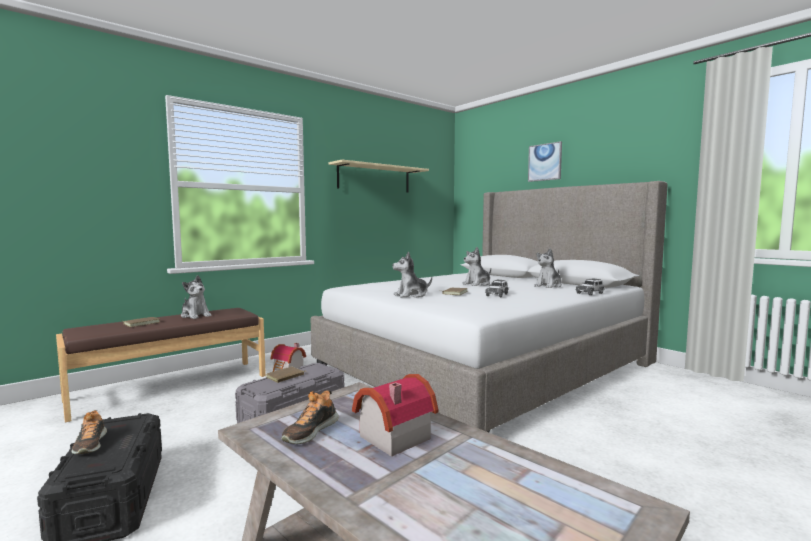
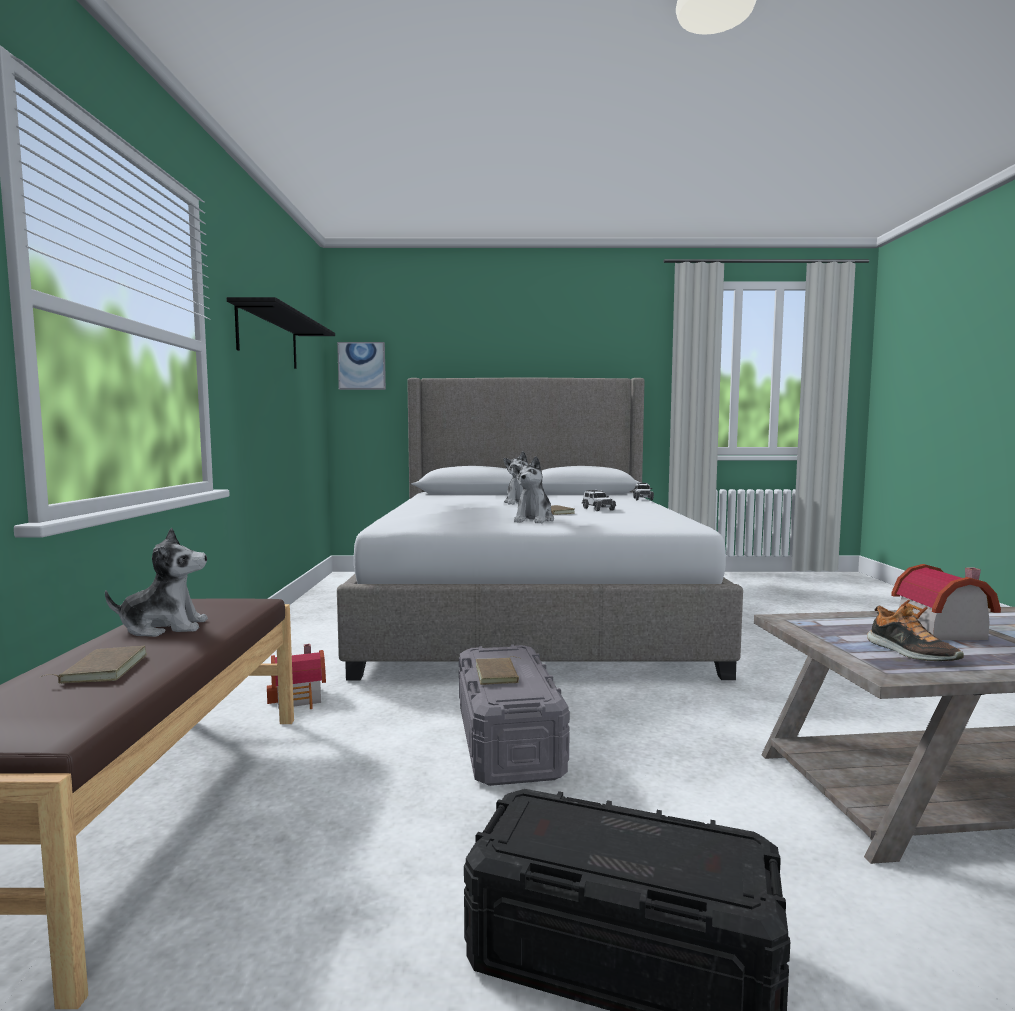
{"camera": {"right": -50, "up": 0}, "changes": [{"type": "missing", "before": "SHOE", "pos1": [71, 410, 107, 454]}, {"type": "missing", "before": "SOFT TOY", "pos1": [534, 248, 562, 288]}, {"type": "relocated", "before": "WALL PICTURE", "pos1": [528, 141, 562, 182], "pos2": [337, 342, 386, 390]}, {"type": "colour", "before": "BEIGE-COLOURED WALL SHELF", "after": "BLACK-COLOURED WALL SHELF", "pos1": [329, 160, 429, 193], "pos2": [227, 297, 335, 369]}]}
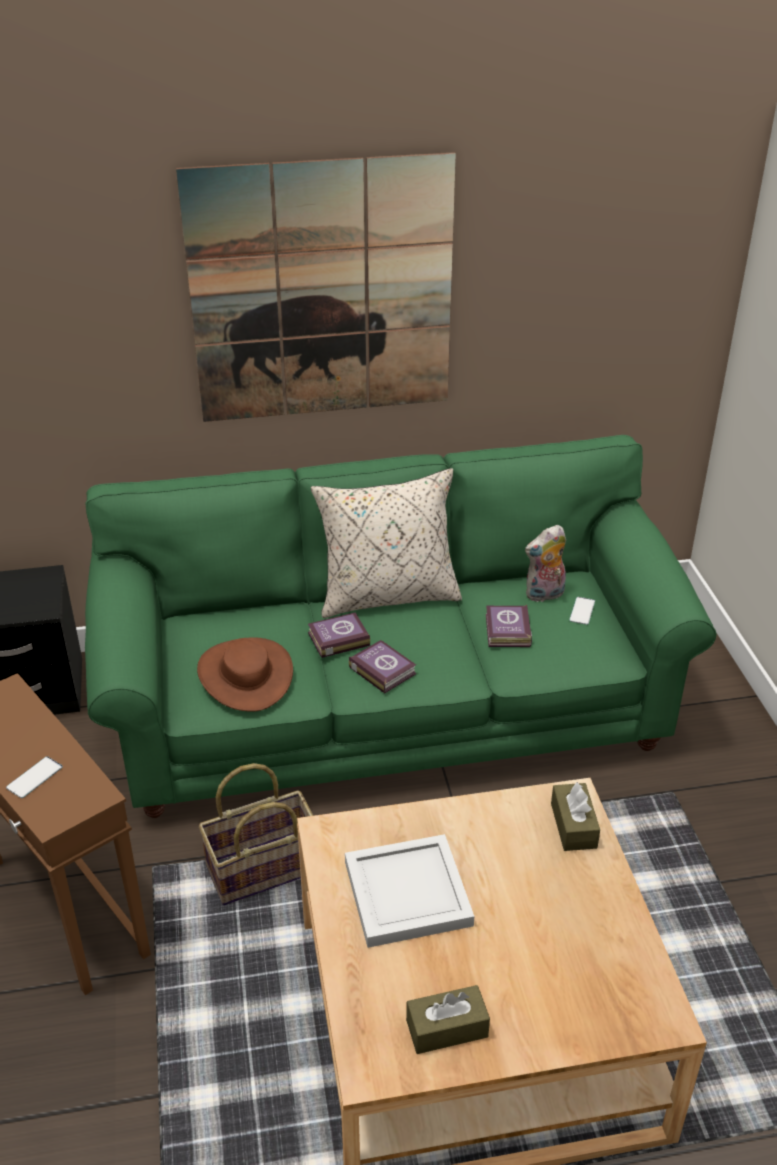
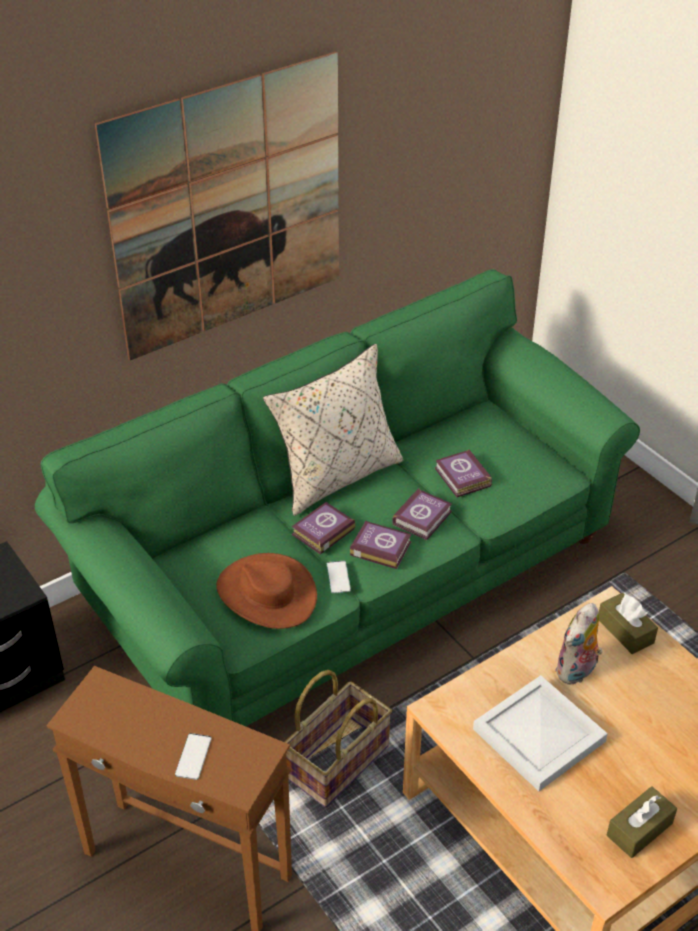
{"camera": {"right": -25, "up": 5}, "changes": [{"type": "appeared", "after": "BOUND BOOK", "pos2": [392, 488, 452, 540]}, {"type": "relocated", "before": "SOFT TOY", "pos1": [525, 525, 566, 602], "pos2": [555, 603, 602, 685]}, {"type": "relocated", "before": "HANDSET", "pos1": [569, 597, 595, 625], "pos2": [327, 561, 351, 593]}]}
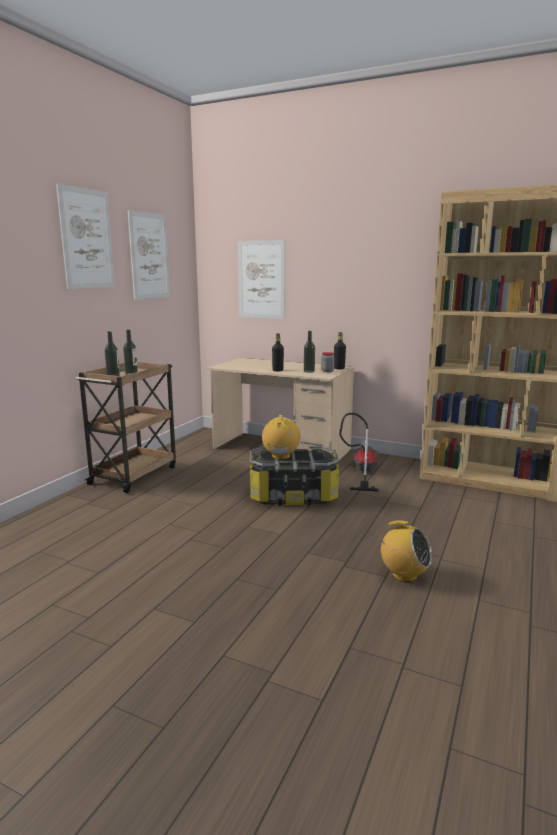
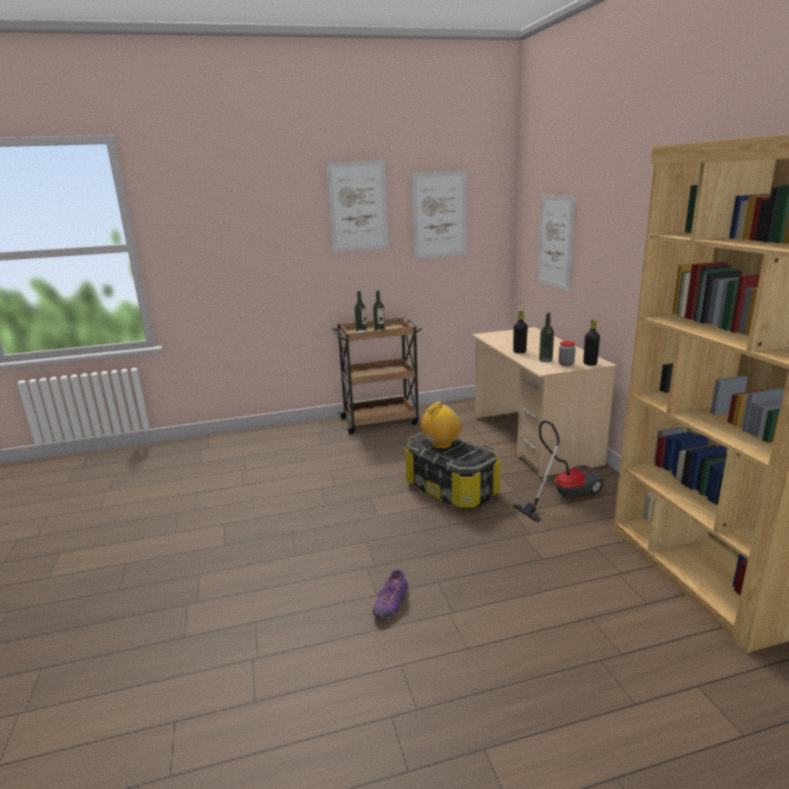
{"camera": {"right": 50, "up": 5}, "changes": [{"type": "exchanged", "before": "RADIO SET", "after": "PURPLISH SHOE", "pos1": [377, 521, 432, 582], "pos2": [373, 570, 408, 619]}]}
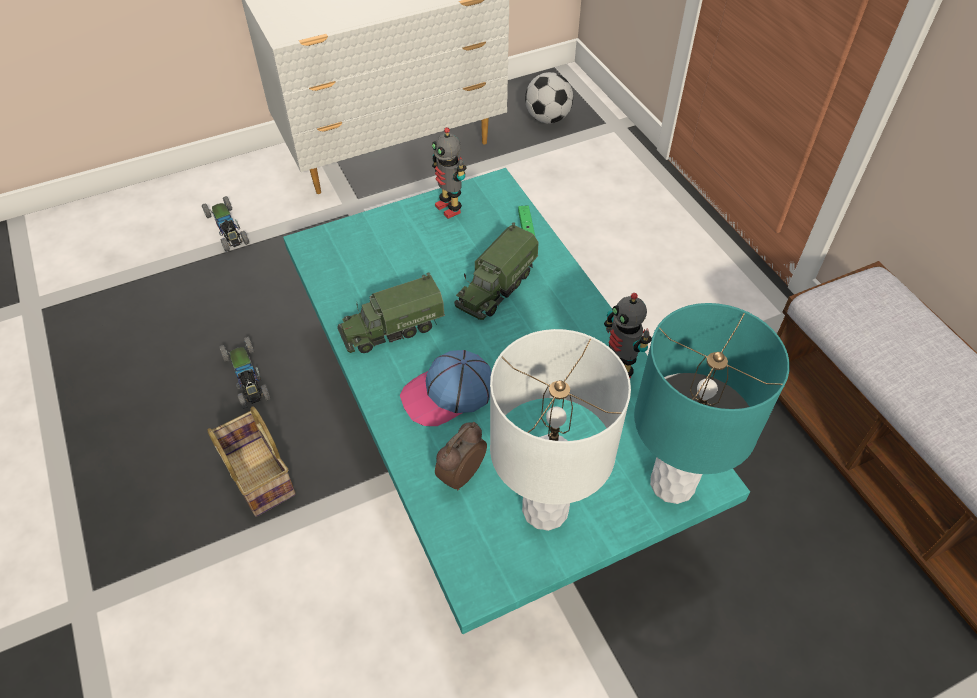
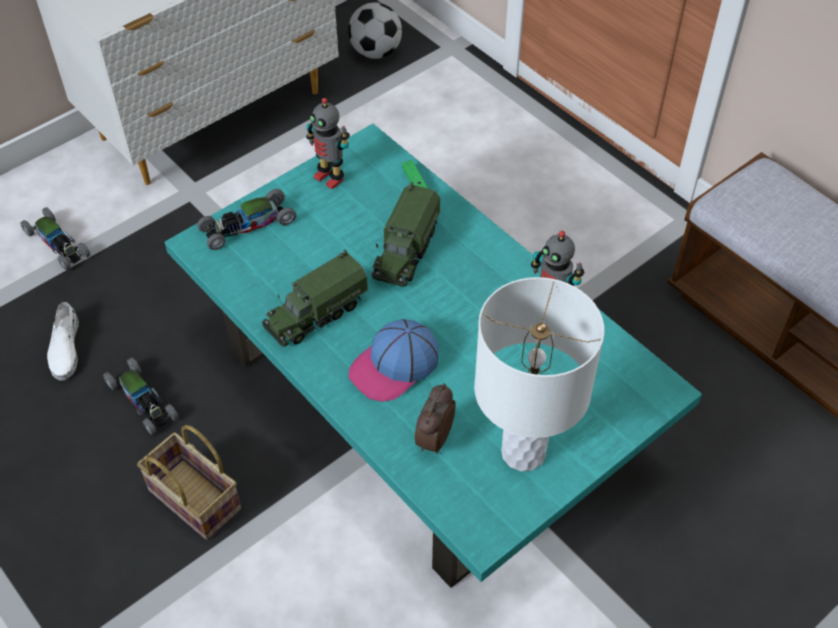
{"camera": {"right": -15, "up": 0}, "changes": [{"type": "missing", "before": "TURQUOISE LAMP FOR A TABLE", "pos1": [634, 303, 790, 504]}, {"type": "appeared", "after": "WHITE SHOE", "pos2": [47, 302, 79, 381]}, {"type": "appeared", "after": "MINIATURE CAR", "pos2": [197, 189, 296, 250]}]}
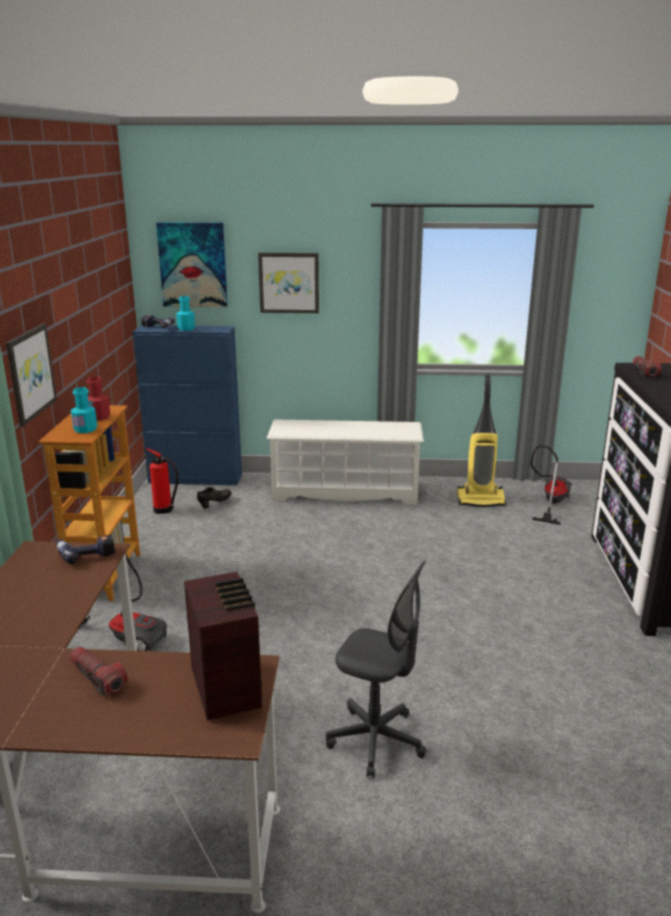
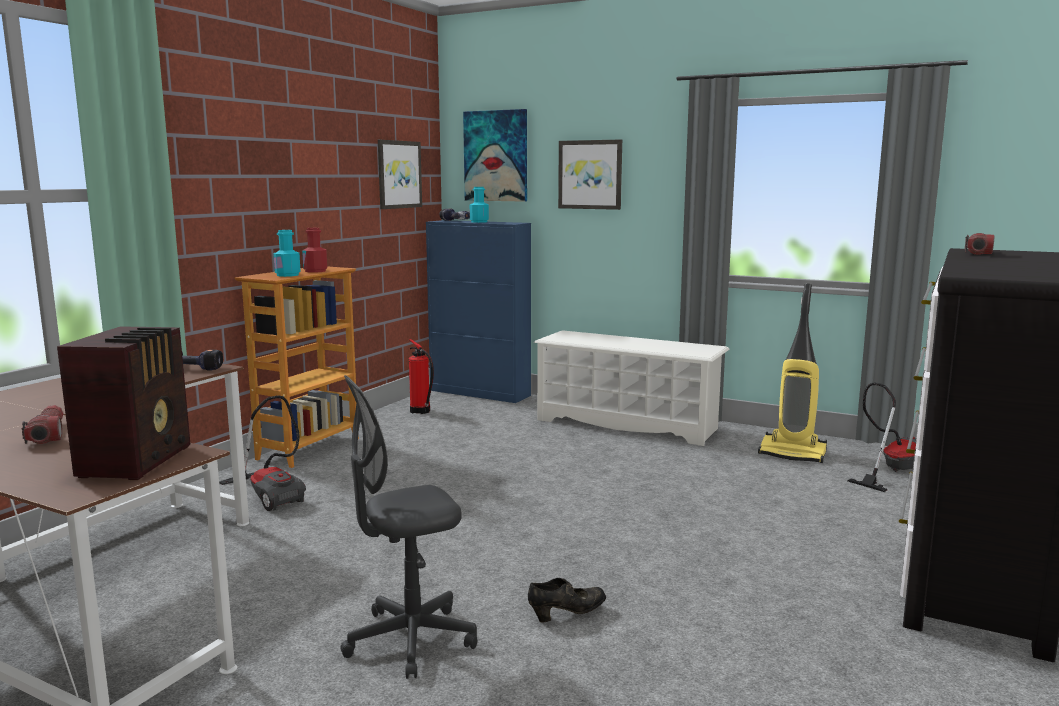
{"camera": {"right": 25, "up": -10}, "changes": [{"type": "relocated", "before": "WALL PICTURE", "pos1": [6, 323, 57, 427], "pos2": [378, 140, 422, 209]}, {"type": "relocated", "before": "BLACK-COLOURED SHOE", "pos1": [197, 487, 231, 509], "pos2": [528, 578, 606, 622]}, {"type": "spun", "before": "GREY COMPUTER CHAIR", "pos1": [326, 560, 427, 778], "pos2": [340, 375, 477, 679], "turn": 105}]}
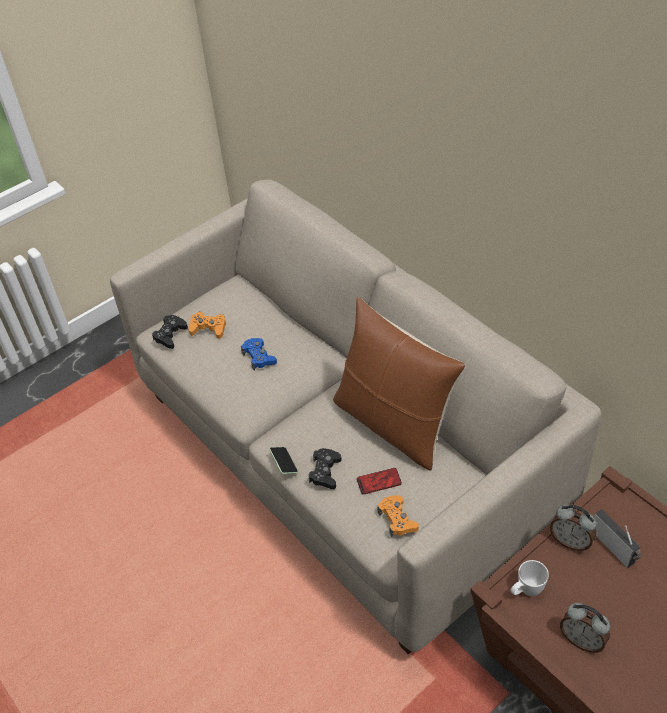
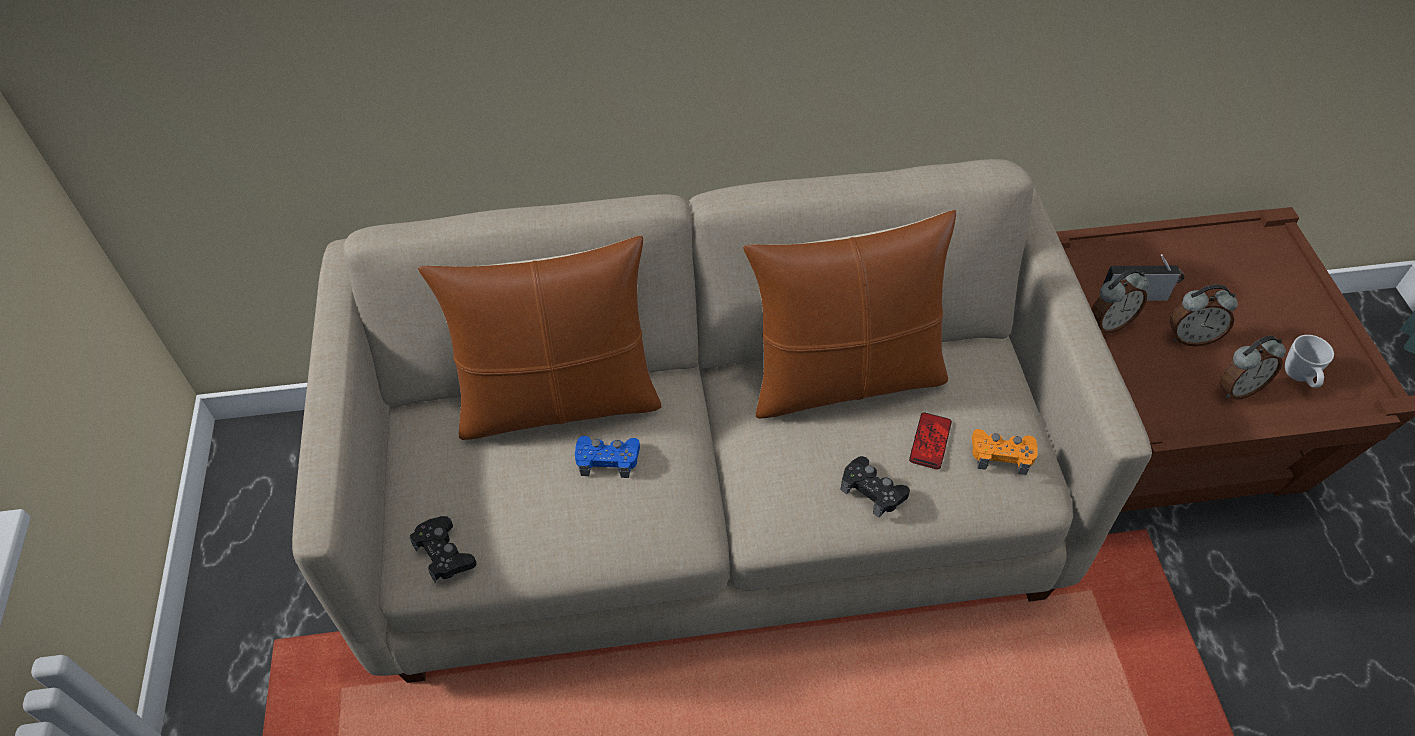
{"camera": {"right": -60, "up": 5}, "changes": [{"type": "missing", "before": "ORANGEY GAME CONTROLLER", "pos1": [189, 312, 226, 339]}, {"type": "missing", "before": "HANDSET", "pos1": [269, 447, 298, 474]}, {"type": "appeared", "after": "BROWNISH CUSHION", "pos2": [418, 235, 662, 440]}, {"type": "appeared", "after": "BEDSIDE CLOCK", "pos2": [1170, 284, 1238, 346]}, {"type": "relocated", "before": "WHITE TEA MUG", "pos1": [510, 560, 549, 596], "pos2": [1285, 335, 1334, 388]}]}
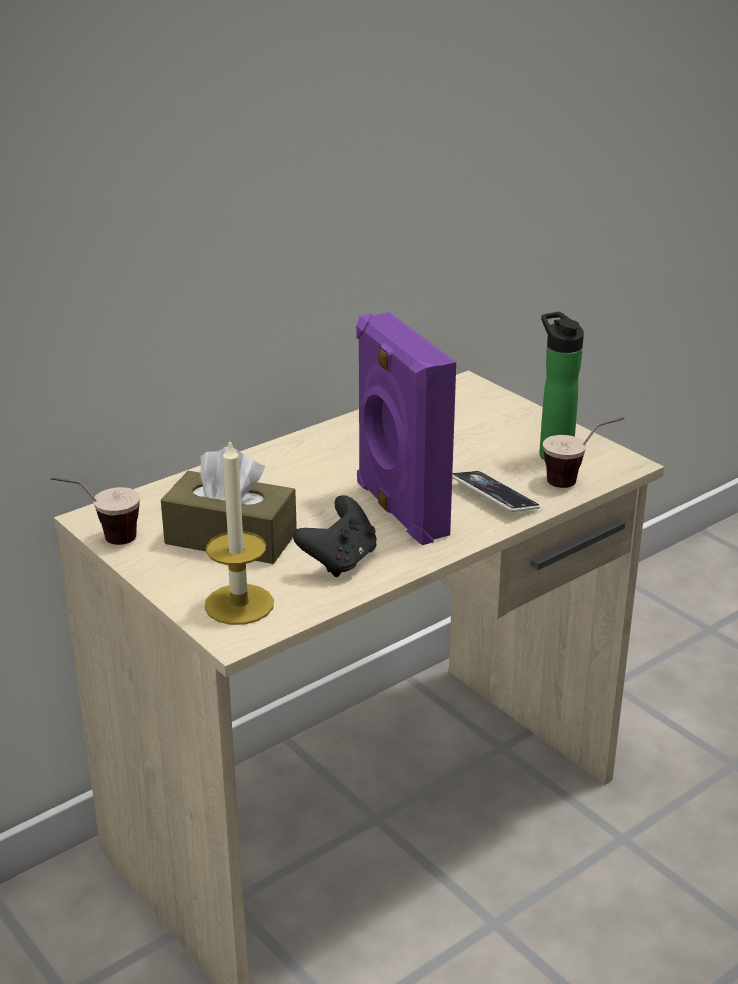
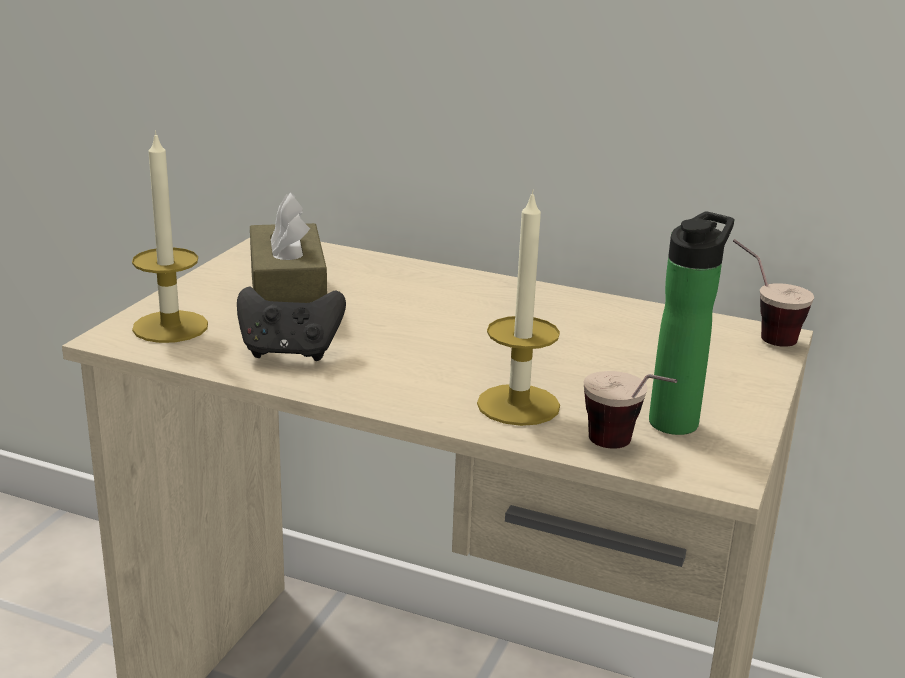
{"camera": {"right": 60, "up": -5}, "changes": [{"type": "missing", "before": "PURPLISH AUDIO SPEAKER", "pos1": [356, 312, 456, 545]}, {"type": "relocated", "before": "DRINKING CUP", "pos1": [50, 477, 140, 545], "pos2": [733, 239, 814, 347]}, {"type": "exchanged", "before": "HANDSET", "after": "WAX CANDLE", "pos1": [452, 471, 540, 512], "pos2": [477, 190, 560, 426]}]}
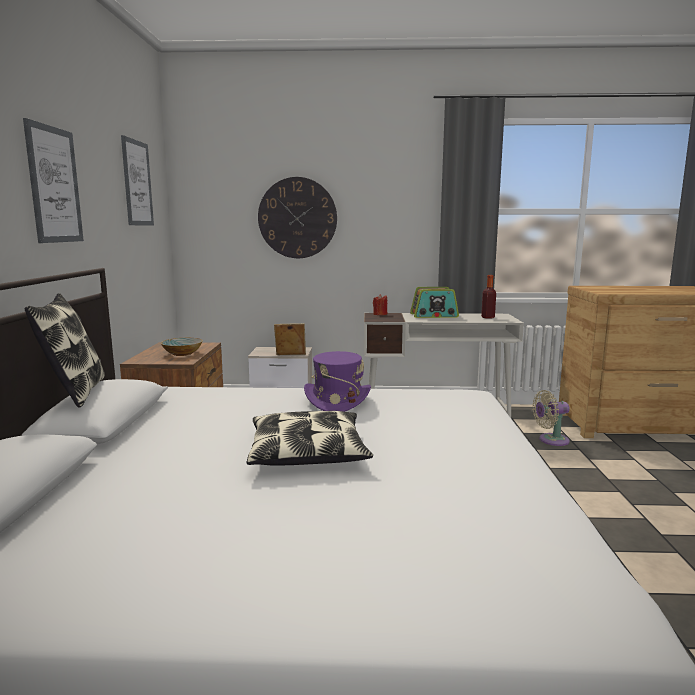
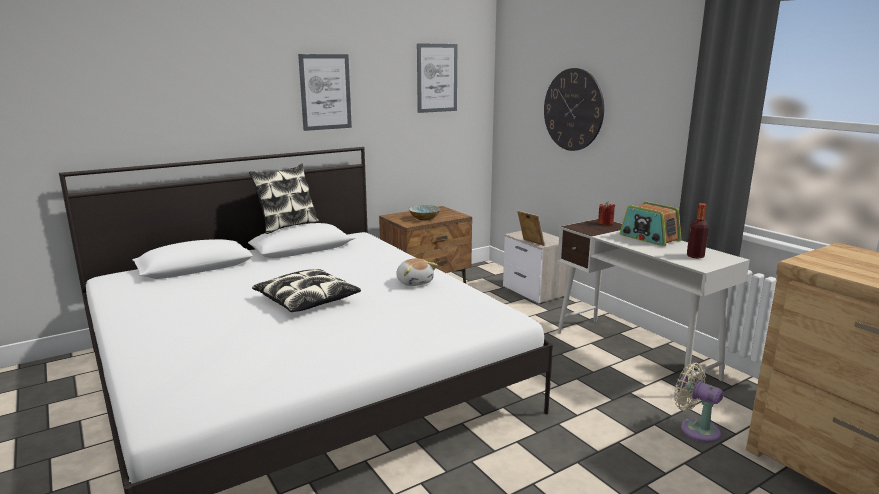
{"camera": {"right": 55, "up": 5}, "changes": [{"type": "exchanged", "before": "PURPLISH CLOTHING HAT", "after": "SOFT TOY", "pos1": [304, 351, 371, 412], "pos2": [397, 258, 438, 286]}]}
